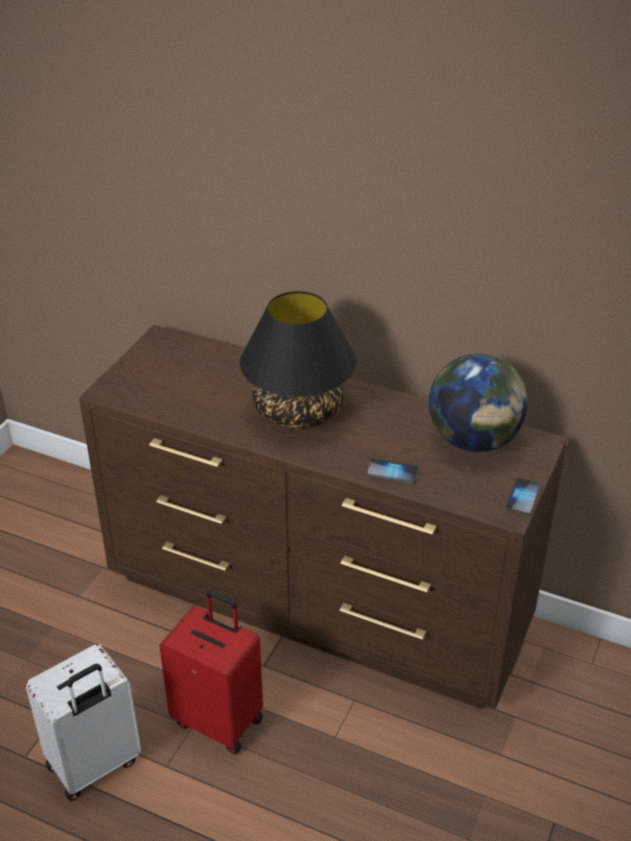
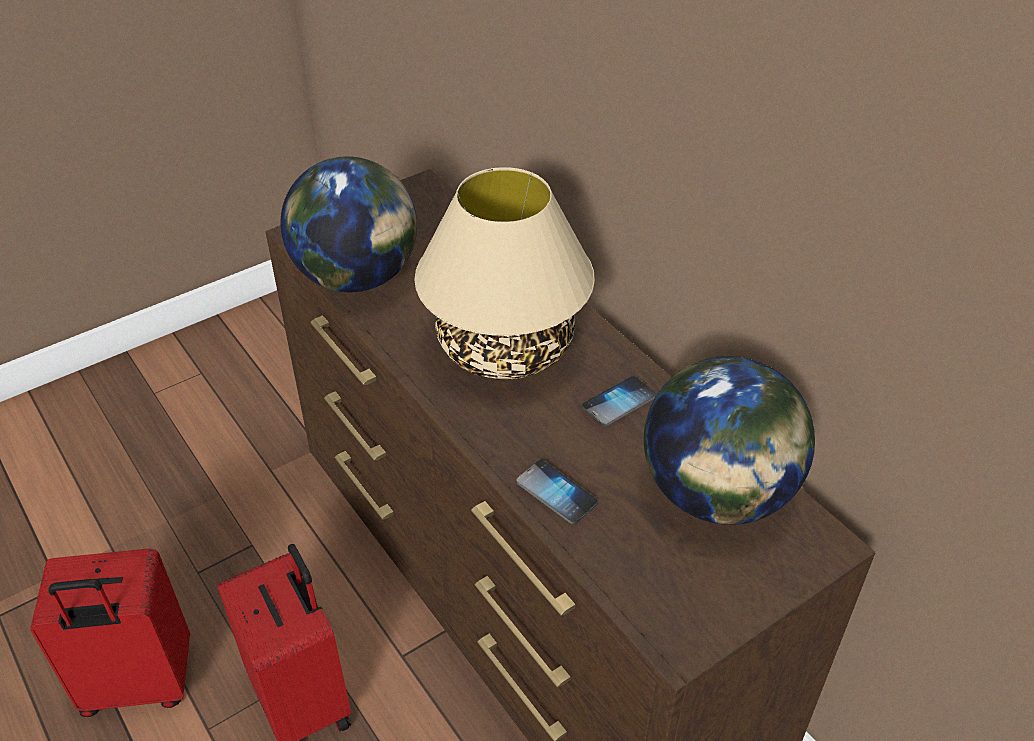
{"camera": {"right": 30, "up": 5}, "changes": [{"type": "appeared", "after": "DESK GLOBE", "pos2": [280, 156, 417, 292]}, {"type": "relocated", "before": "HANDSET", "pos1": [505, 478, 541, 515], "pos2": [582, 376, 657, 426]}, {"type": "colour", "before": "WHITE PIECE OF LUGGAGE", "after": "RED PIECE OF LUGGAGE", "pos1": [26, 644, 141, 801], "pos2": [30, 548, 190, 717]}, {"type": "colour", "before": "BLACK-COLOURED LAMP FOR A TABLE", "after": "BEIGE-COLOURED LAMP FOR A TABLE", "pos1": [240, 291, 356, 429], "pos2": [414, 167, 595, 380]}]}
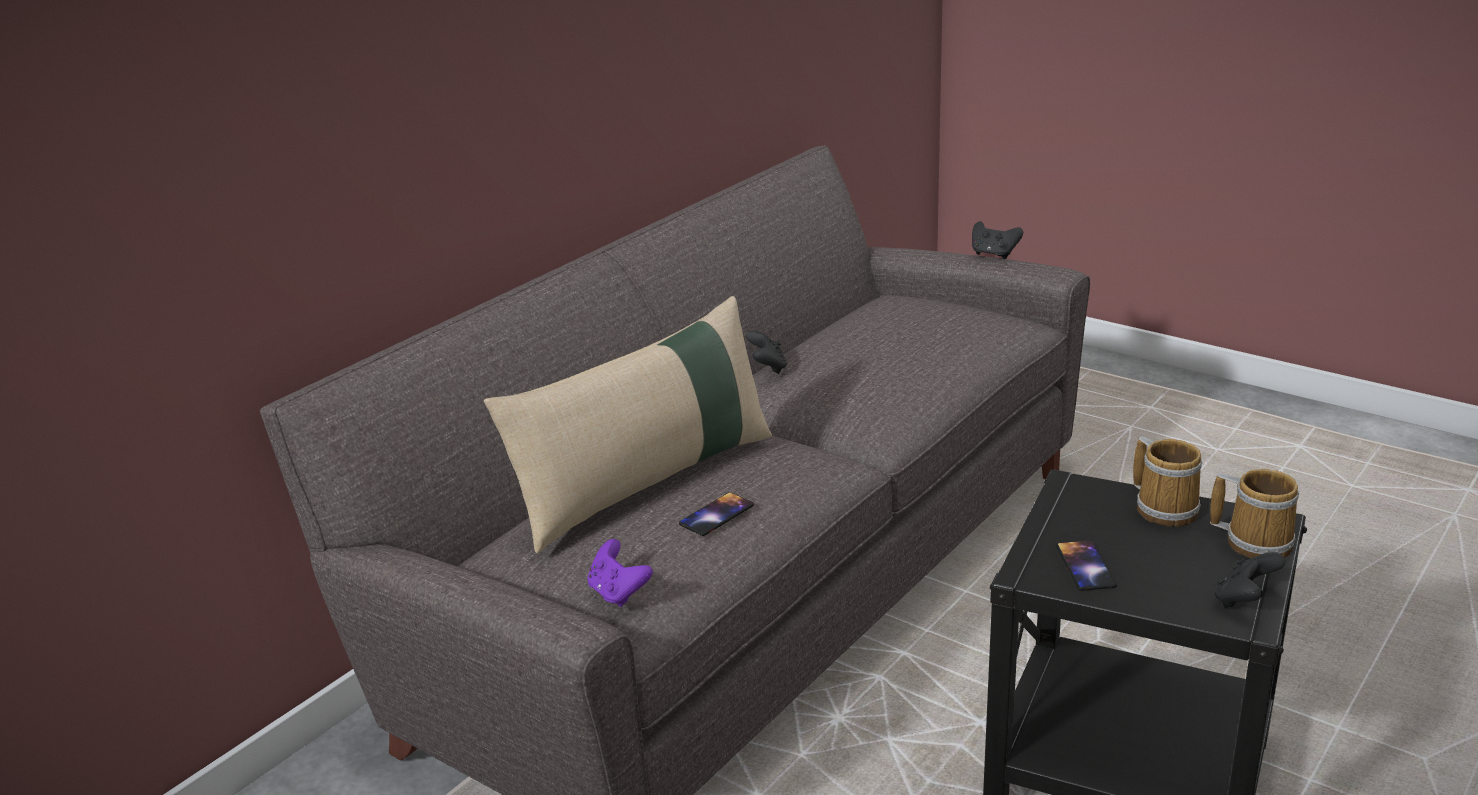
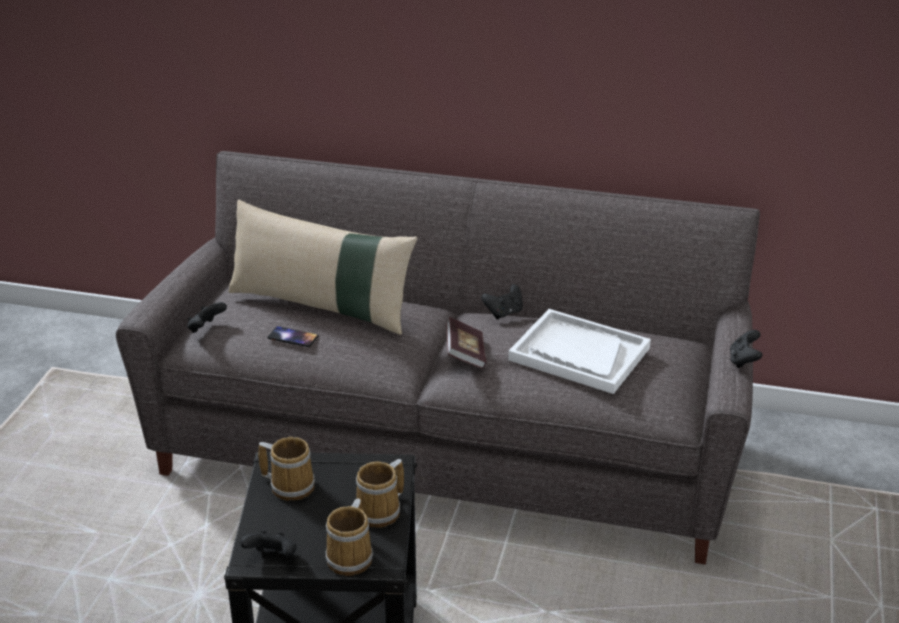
{"camera": {"right": 65, "up": 5}, "changes": [{"type": "appeared", "after": "BOUND BOOK", "pos2": [446, 317, 486, 369]}, {"type": "appeared", "after": "WHITE CARRYING TRAY", "pos2": [508, 309, 651, 394]}, {"type": "exchanged", "before": "HANDSET", "after": "TEA MUG", "pos1": [1056, 540, 1117, 591], "pos2": [258, 437, 315, 501]}, {"type": "colour", "before": "PURPLISH GAME CONTROLLER", "after": "BLACK-COLOURED GAME CONTROLLER", "pos1": [588, 539, 653, 607], "pos2": [187, 302, 227, 333]}]}
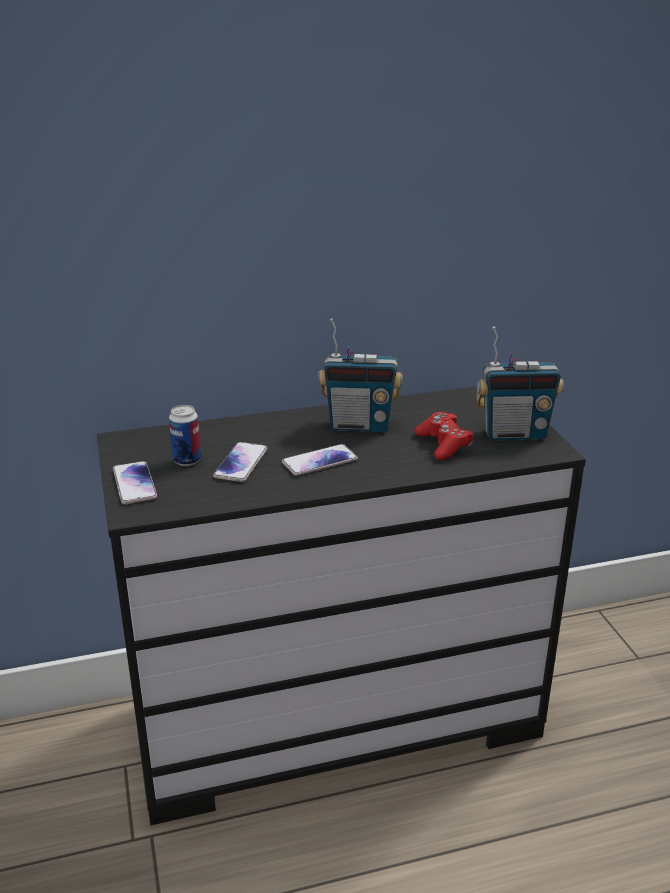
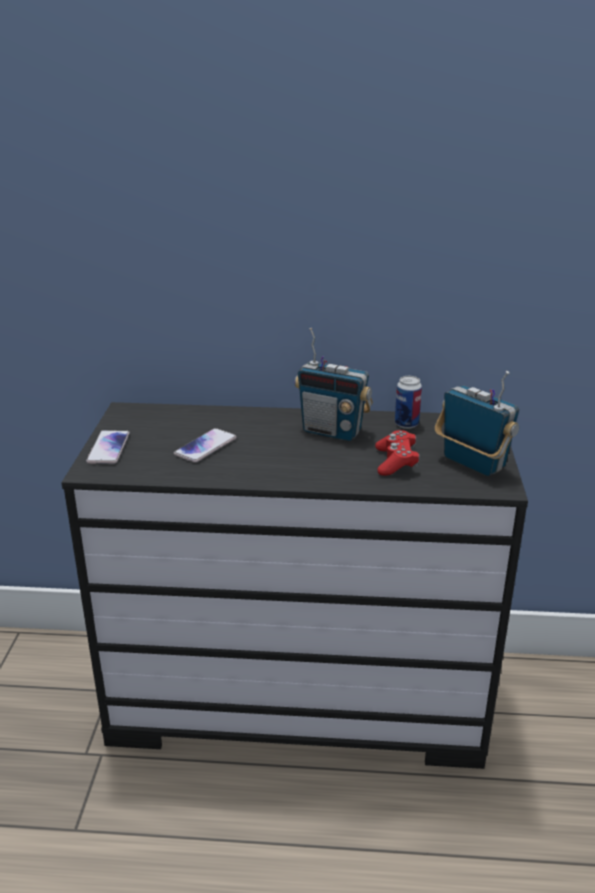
{"camera": {"right": 20, "up": 0}, "changes": [{"type": "missing", "before": "HANDSET", "pos1": [282, 444, 358, 476]}, {"type": "relocated", "before": "CAN", "pos1": [169, 405, 201, 466], "pos2": [395, 376, 422, 429]}, {"type": "spun", "before": "RADIO SET", "pos1": [476, 327, 564, 440], "pos2": [435, 371, 519, 476], "turn": -150}]}
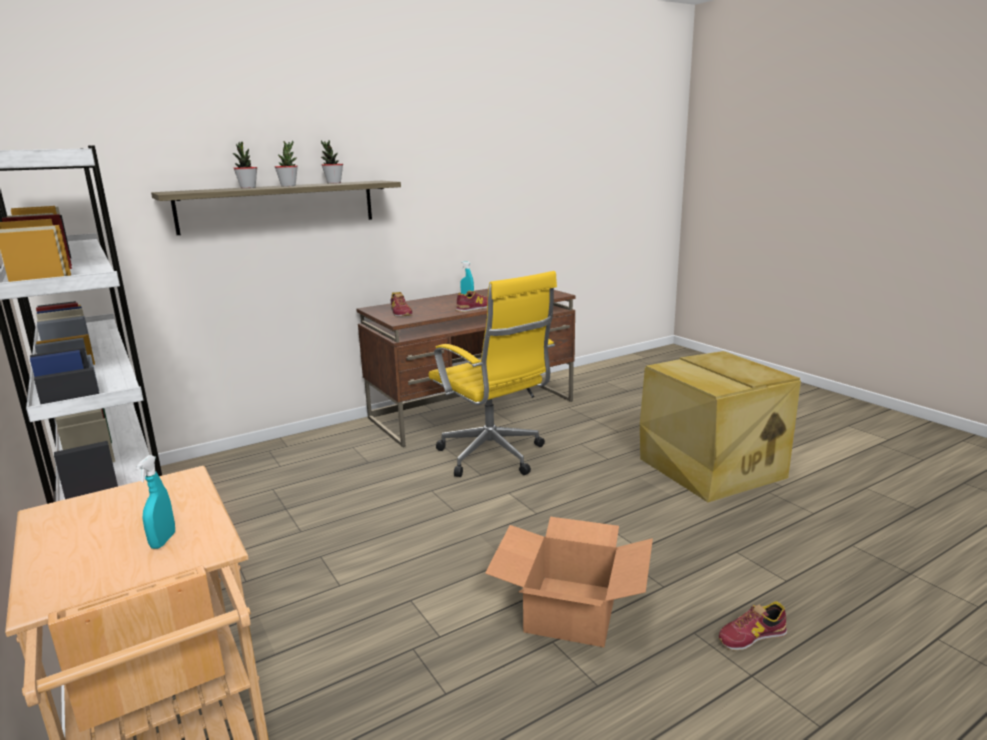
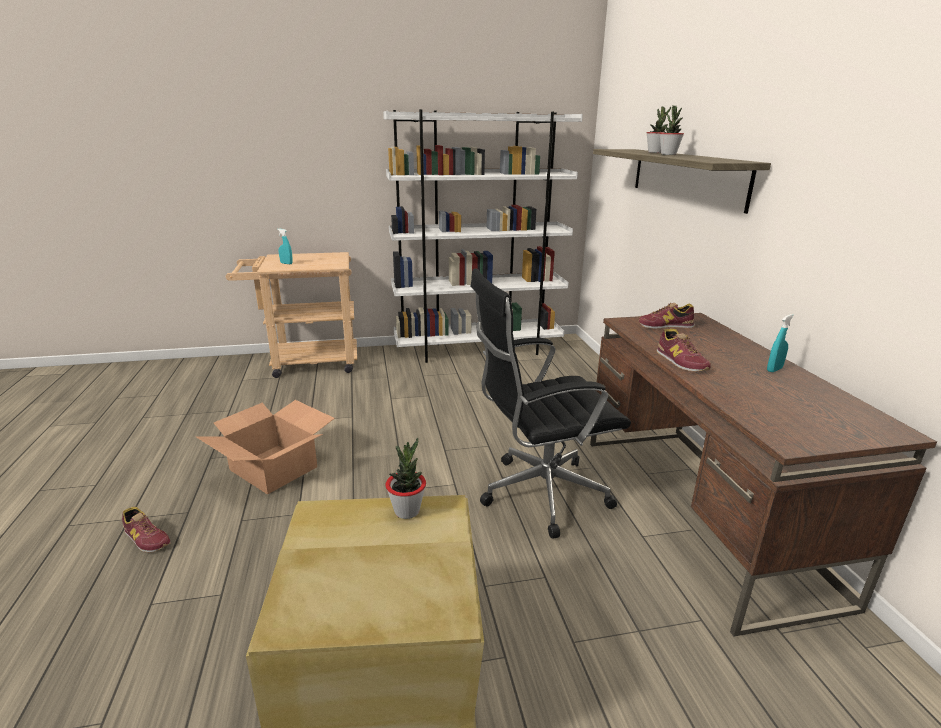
{"camera": {"right": 110, "up": 5}, "changes": [{"type": "relocated", "before": "PLANT IN A POT", "pos1": [321, 140, 343, 184], "pos2": [386, 438, 426, 519]}, {"type": "colour", "before": "YELLOWISH COMPUTER CHAIR", "after": "BLACK-COLOURED COMPUTER CHAIR", "pos1": [429, 271, 557, 477], "pos2": [470, 268, 631, 539]}, {"type": "spun", "before": "SHOE", "pos1": [719, 601, 787, 651], "pos2": [122, 507, 171, 553], "turn": 120}]}
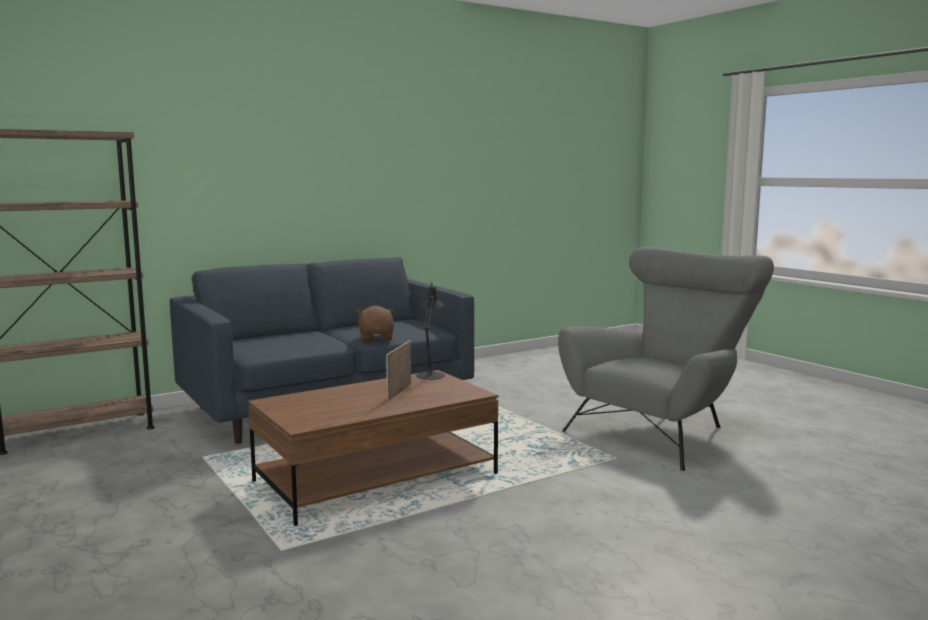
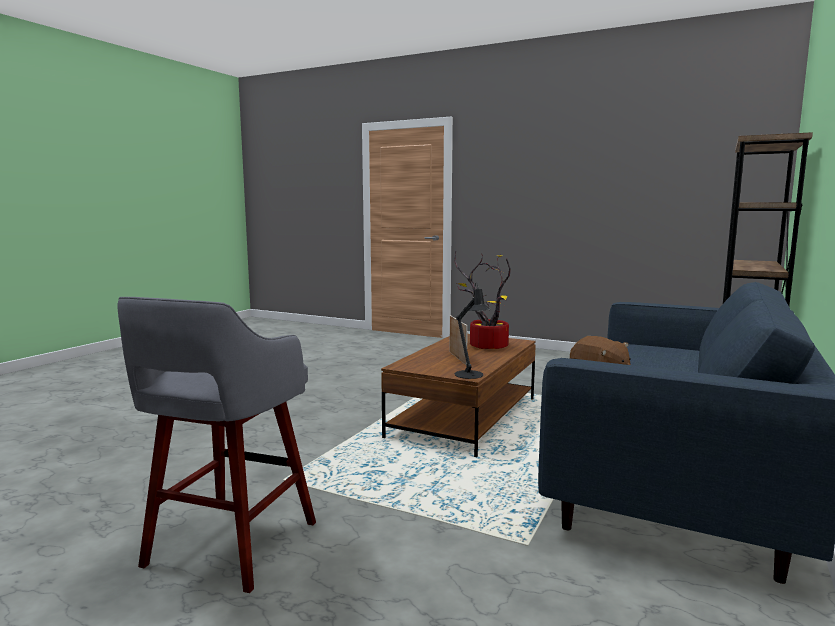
{"camera": {"right": 150, "up": 0}, "changes": [{"type": "appeared", "after": "PLANT IN A POT", "pos2": [454, 251, 511, 349]}, {"type": "exchanged", "before": "GREY EASY CHAIR", "after": "GREY SITTING STOOL", "pos1": [558, 247, 774, 471], "pos2": [118, 297, 316, 593]}]}
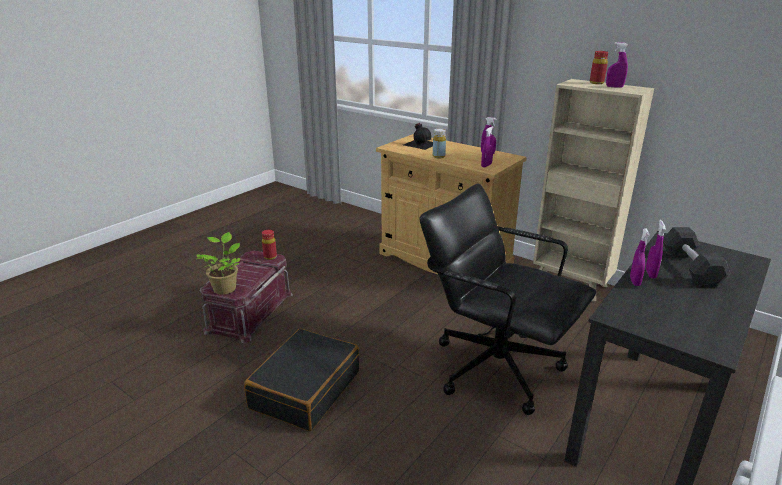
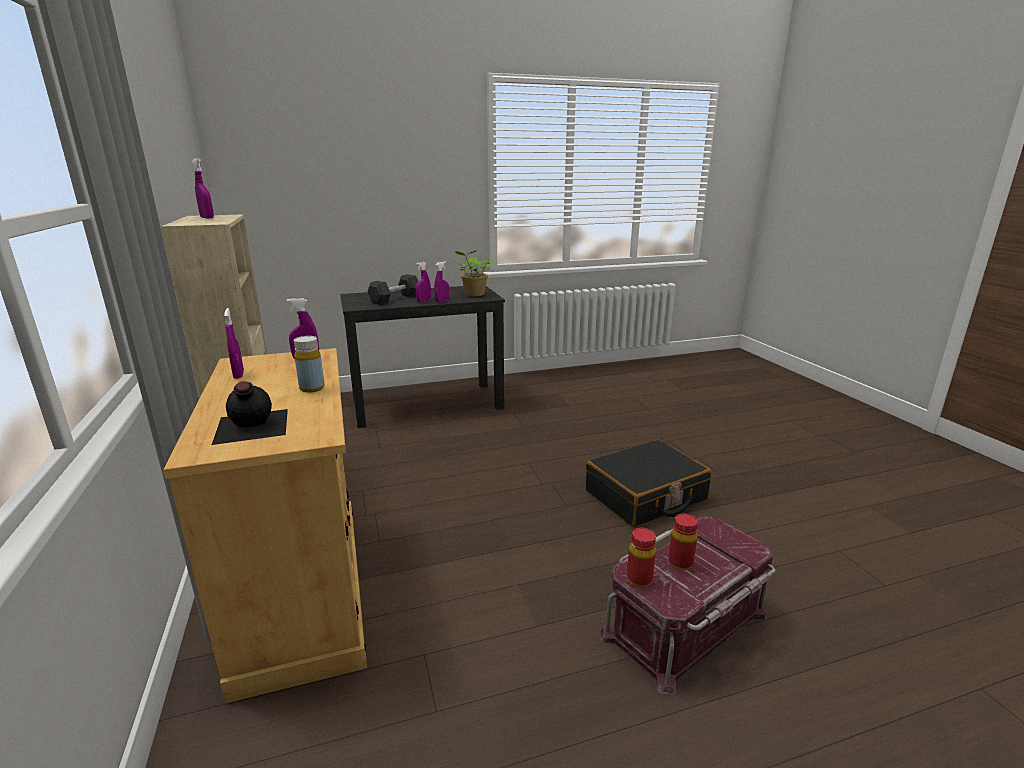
{"camera": {"right": -145, "up": -5}, "changes": [{"type": "missing", "before": "BLACK-COLOURED COMPUTER CHAIR", "pos1": [420, 184, 596, 415]}, {"type": "relocated", "before": "PLANT IN A POT", "pos1": [197, 232, 240, 295], "pos2": [454, 250, 493, 296]}, {"type": "relocated", "before": "RED BEVERAGE BOTTLE", "pos1": [590, 51, 608, 84], "pos2": [668, 514, 698, 570]}]}
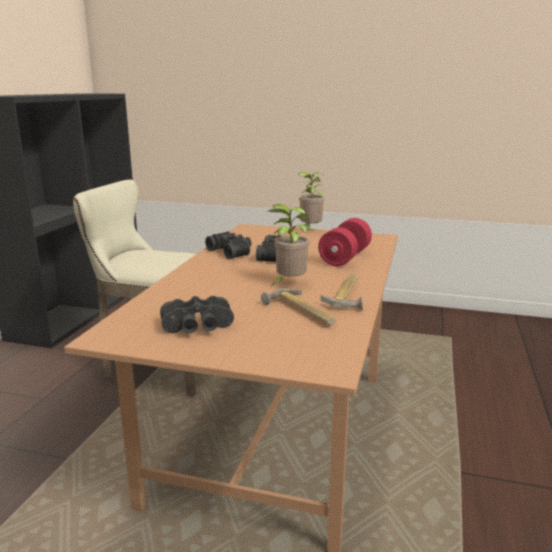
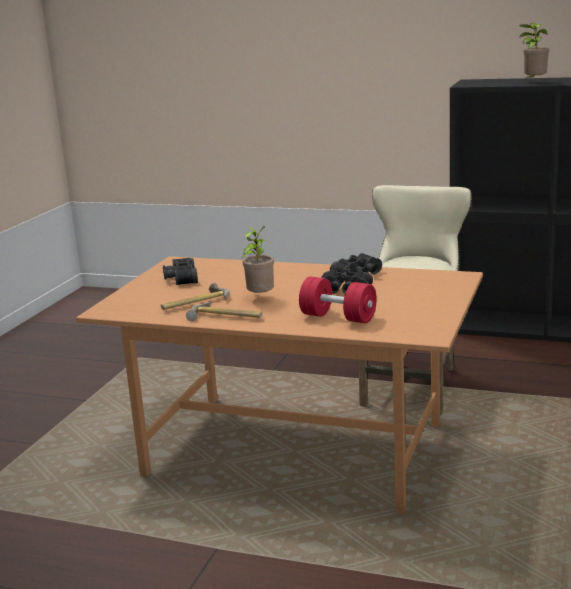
{"camera": {"right": 95, "up": 0}, "changes": [{"type": "relocated", "before": "PLANT IN A POT", "pos1": [298, 172, 325, 231], "pos2": [519, 23, 549, 79]}]}
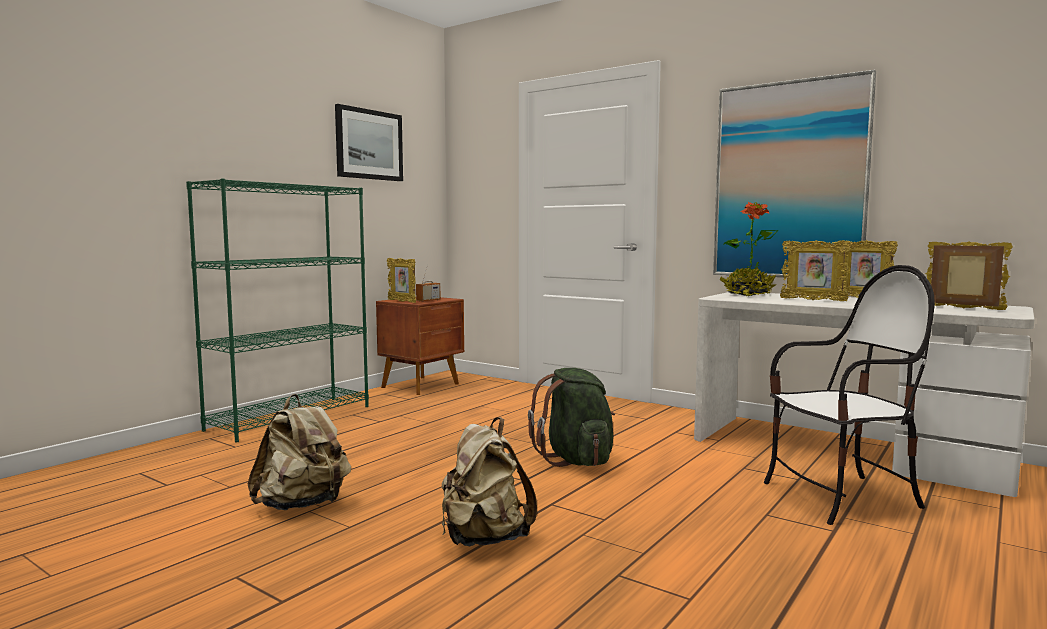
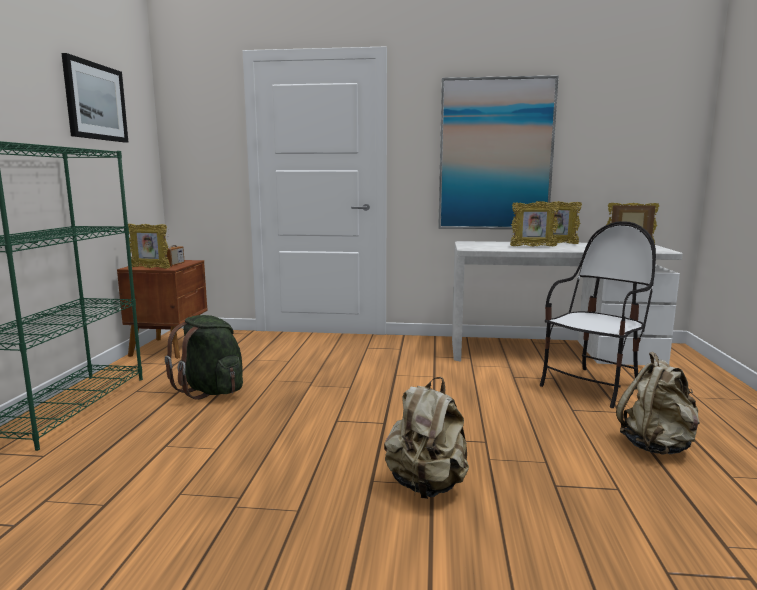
{"camera": {"right": -30, "up": 5}, "changes": [{"type": "missing", "before": "PLANT IN A POT", "pos1": [719, 202, 778, 296]}, {"type": "relocated", "before": "BEIGE-COLOURED KNAPSACK", "pos1": [248, 394, 351, 510], "pos2": [616, 352, 700, 455]}, {"type": "relocated", "before": "GREEN-COLOURED KNAPSACK", "pos1": [528, 368, 615, 467], "pos2": [165, 315, 243, 400]}]}
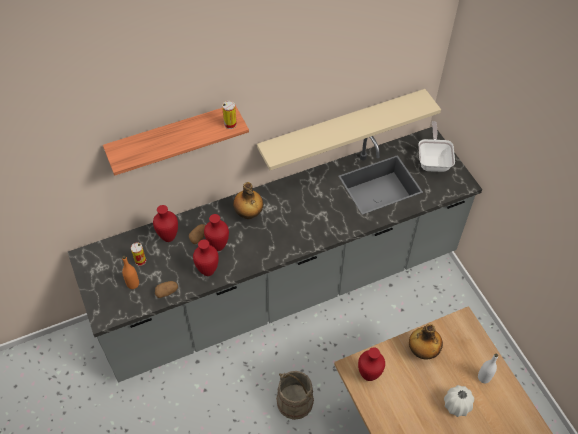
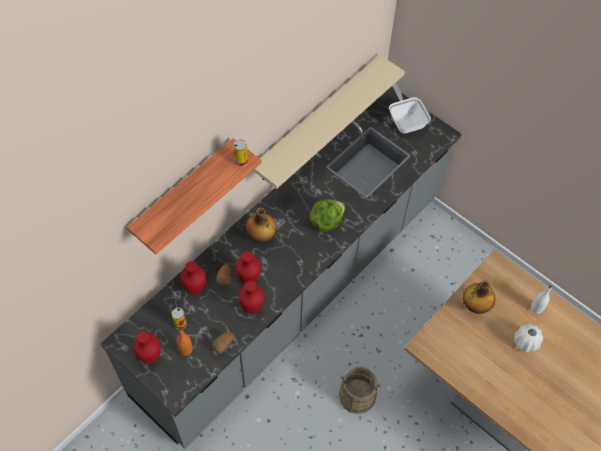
{"camera": {"right": -25, "up": 5}, "changes": [{"type": "appeared", "after": "LETTUCE HEAD", "pos2": [310, 199, 345, 232]}, {"type": "relocated", "before": "RED VASE", "pos1": [358, 347, 385, 381], "pos2": [133, 331, 161, 364]}]}
